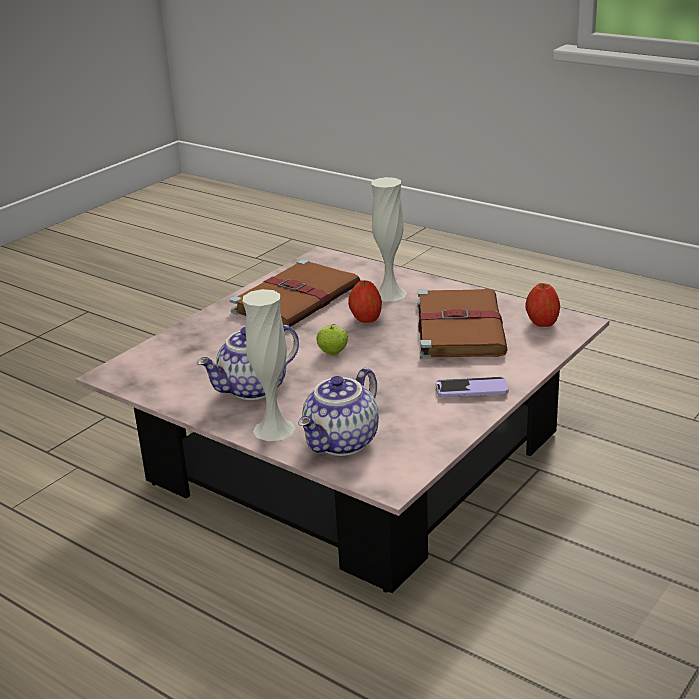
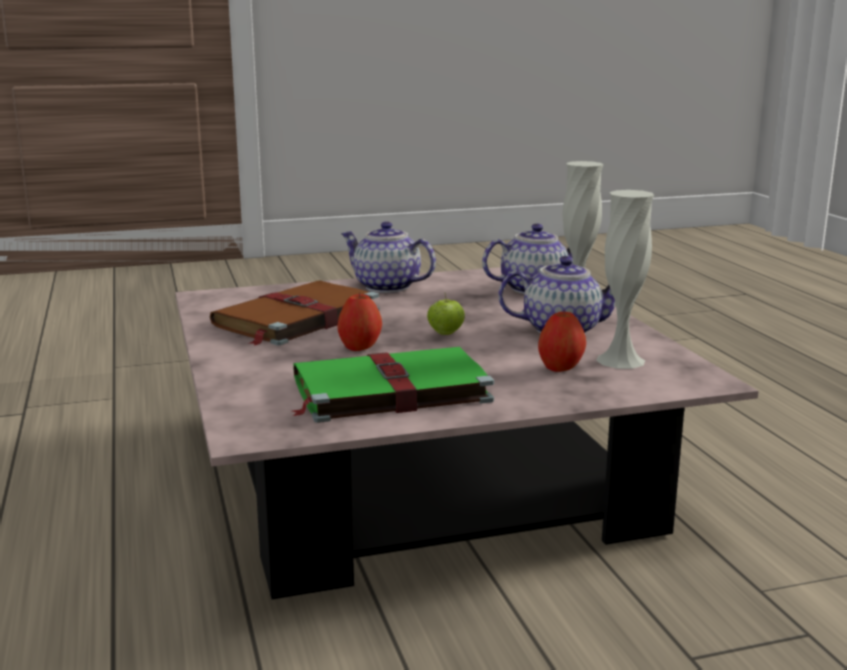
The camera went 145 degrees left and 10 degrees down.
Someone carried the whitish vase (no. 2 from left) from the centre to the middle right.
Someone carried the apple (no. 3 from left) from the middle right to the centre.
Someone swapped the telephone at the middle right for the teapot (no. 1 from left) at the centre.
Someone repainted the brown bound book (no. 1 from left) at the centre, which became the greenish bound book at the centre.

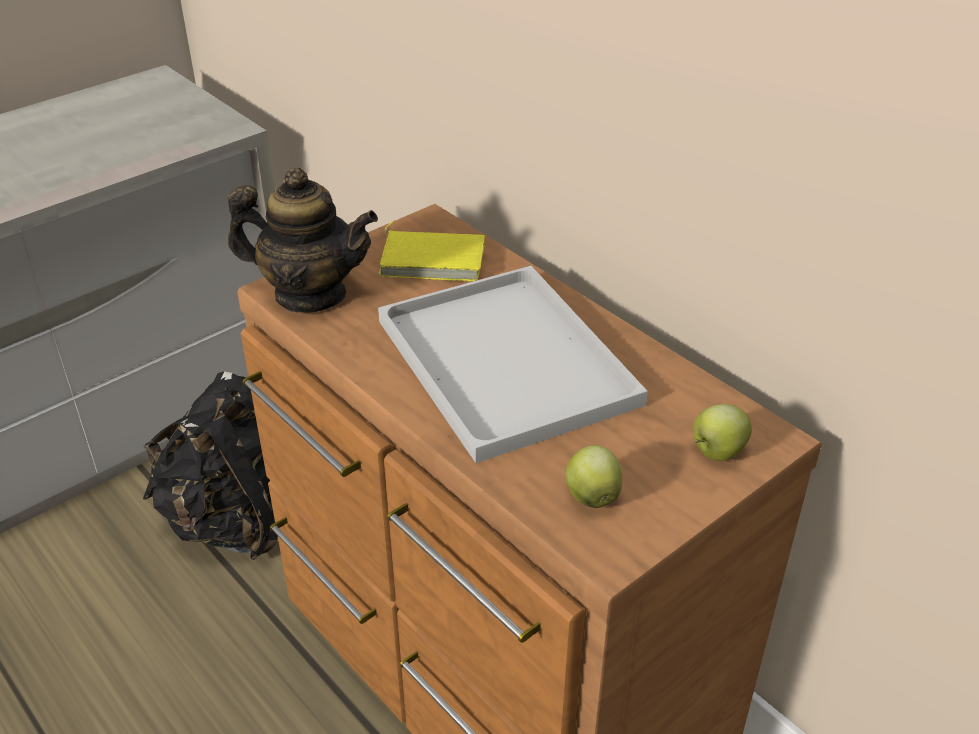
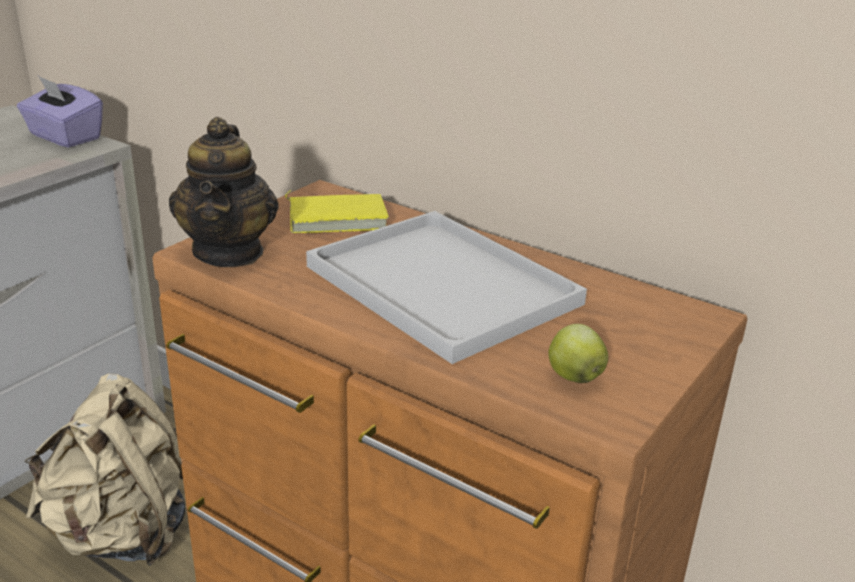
The camera went 15 degrees left and 10 degrees down.
Someone took away the apple (no. 2 from left) at the middle right.
Someone put down the purple-coloured box of tissues at the top left.
Someone repainted the blackish backpack at the middle left, which became the beige-coloured backpack at the bottom left.
Someone rotated the teapot at the top left by 90 degrees clockwise.

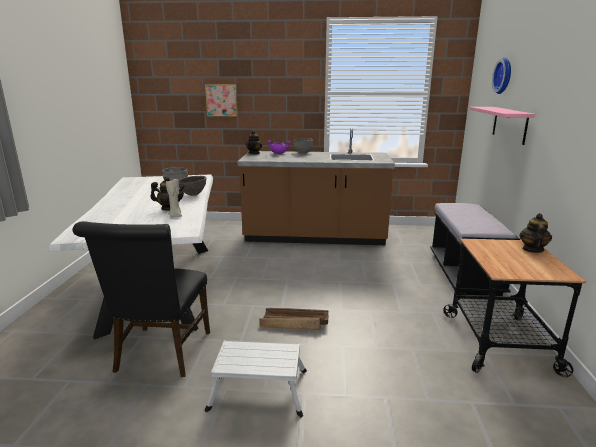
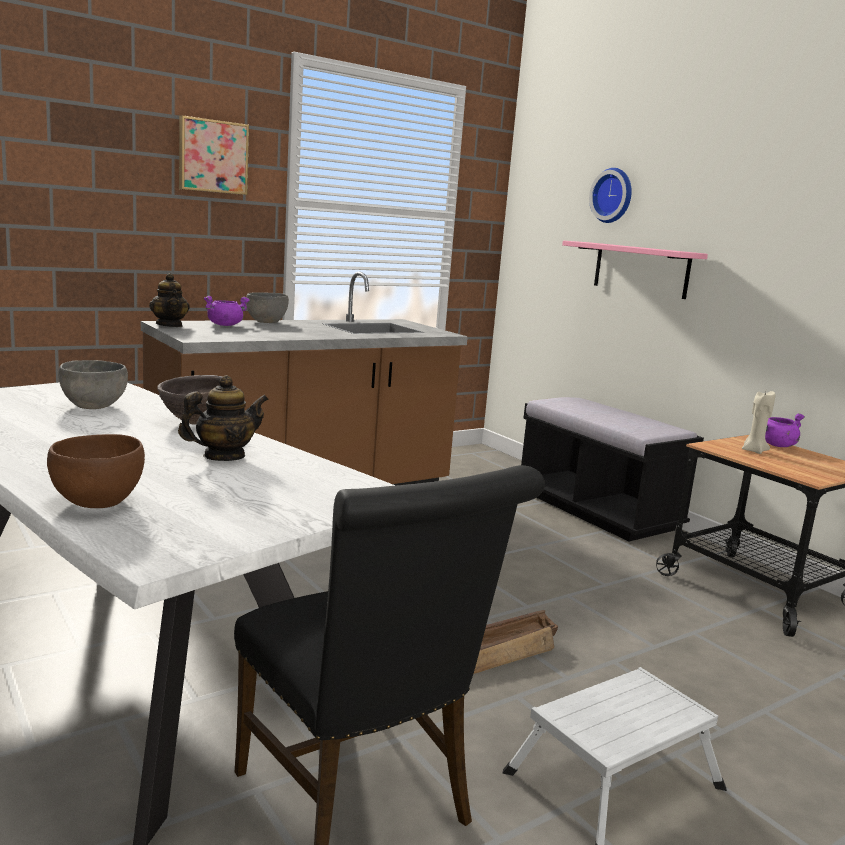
The camera went 40 degrees left and 5 degrees down.
Someone put down the brown deep dish (no. 1 from left) at the middle left.
Someone carried the beige-coloured wax light from the middle left to the middle right.
Someone carried the wall picture from the top centre to the top left.
Someone swapped the teapot (no. 3 from left) at the middle right for the purple-coloured stockpot (no. 2 from left) at the middle right.

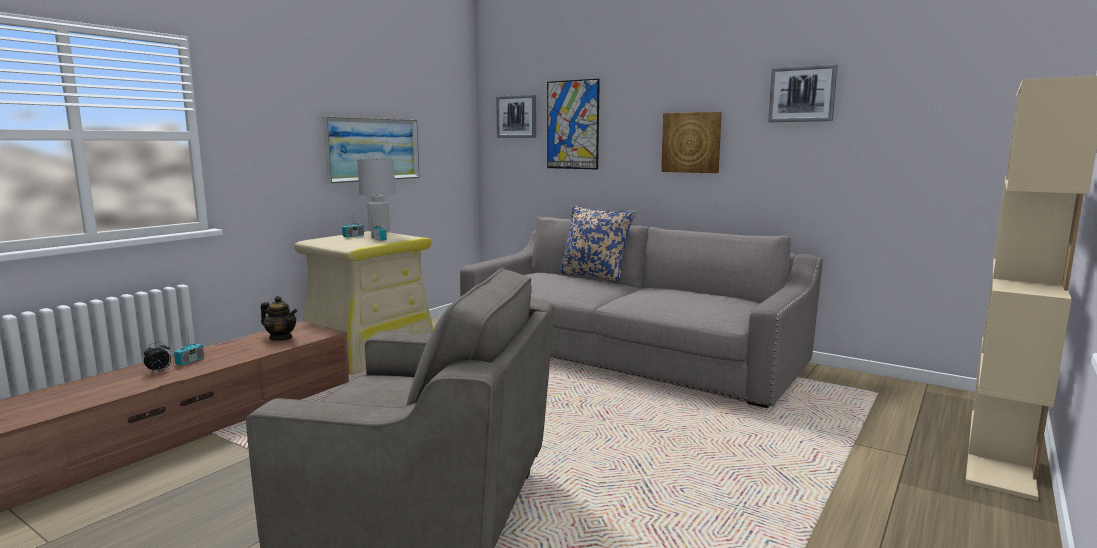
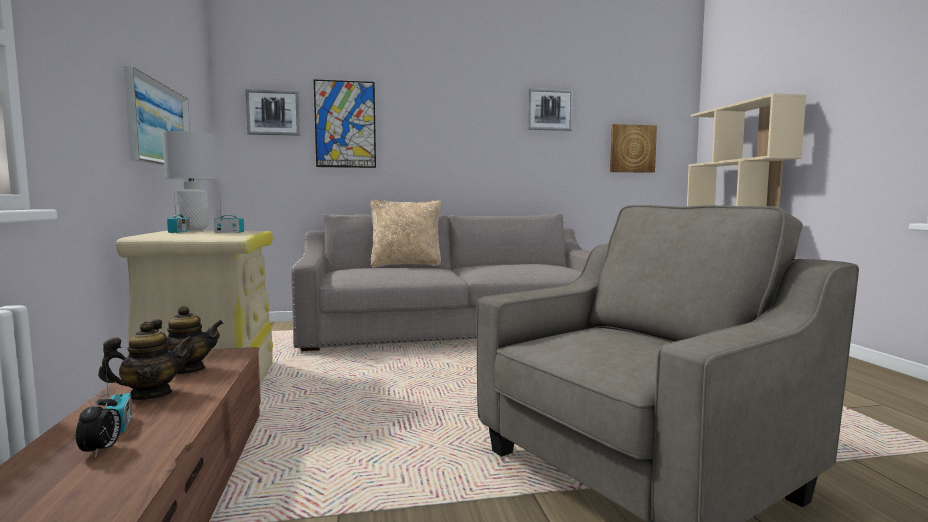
The camera went 45 degrees left and 5 degrees down.
Someone put down the teapot (no. 1 from left) at the bottom left.
Someone carried the wall picture (no. 4 from left in the first image) from the top centre to the top right.
Someone repainted the blue-coloured pillow at the centre, which became the beige-coloured pillow at the centre.

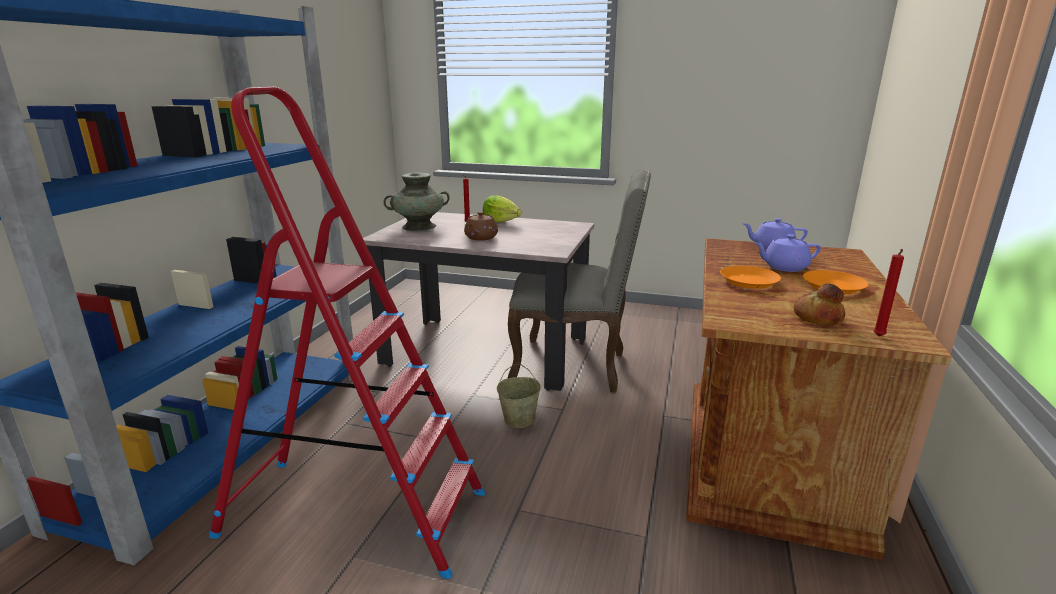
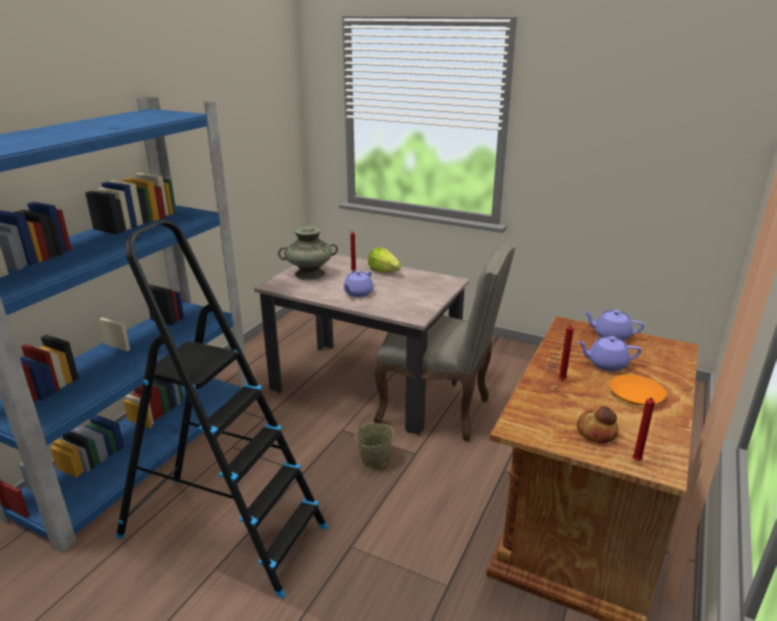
The camera went 10 degrees right and 5 degrees up.
Someone swapped the orange flat dish (no. 1 from left) at the middle right for the reddish wax light (no. 2 from left) at the middle right.
Someone repainted the reddish step ladder at the middle left, which became the blackish step ladder at the middle left.
Someone repainted the brown teapot at the centre, which became the purple-coloured teapot (no. 1 from left) at the centre.

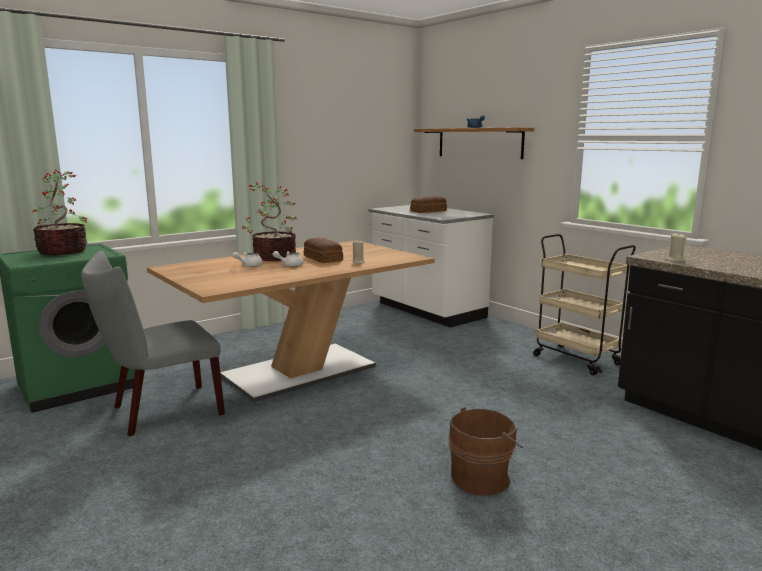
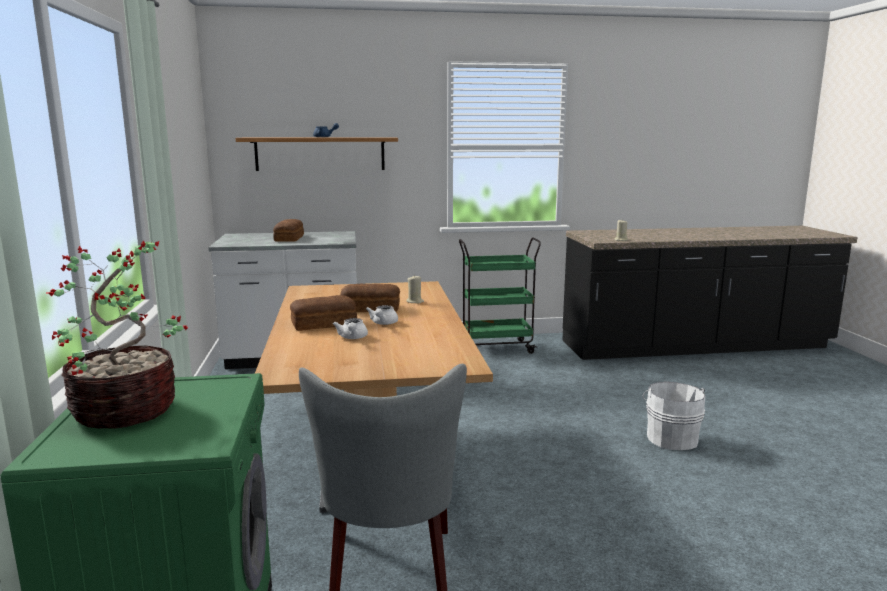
The camera went 60 degrees left and 0 degrees up.
Someone swapped the potted plant (no. 2 from left) at the centre for the bread (no. 2 from left) at the centre.
Someone repainted the brown bucket at the bottom centre, which became the whitish bucket at the bottom right.
Someone repainted the beige-coloured trolley at the middle right, which became the greenish trolley at the centre.

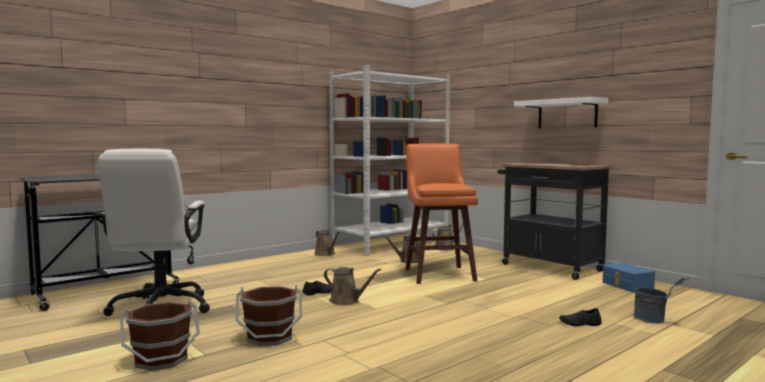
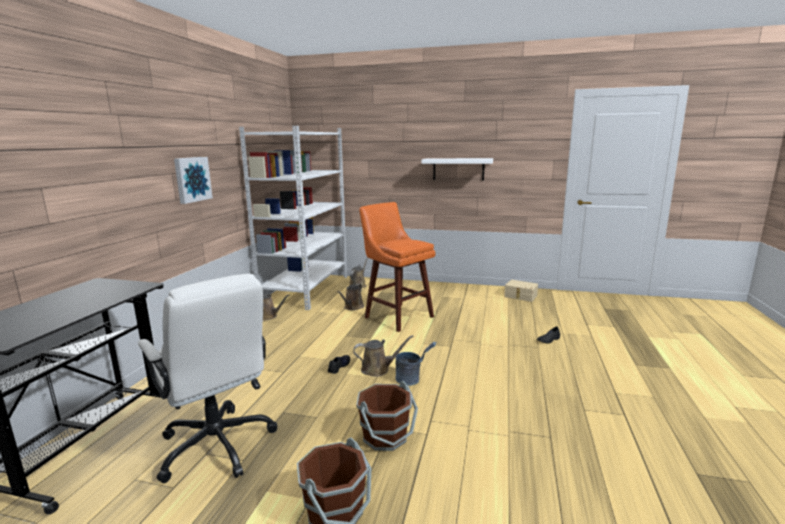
The camera went 35 degrees left and 10 degrees up.
Someone took away the blackish trolley at the middle right.
Someone put up the wall picture at the middle left.
Someone carried the greyish bucket from the bottom right to the bottom centre.
Someone repainted the blue-coloured storage container at the bottom right, which became the beige-coloured storage container at the centre.

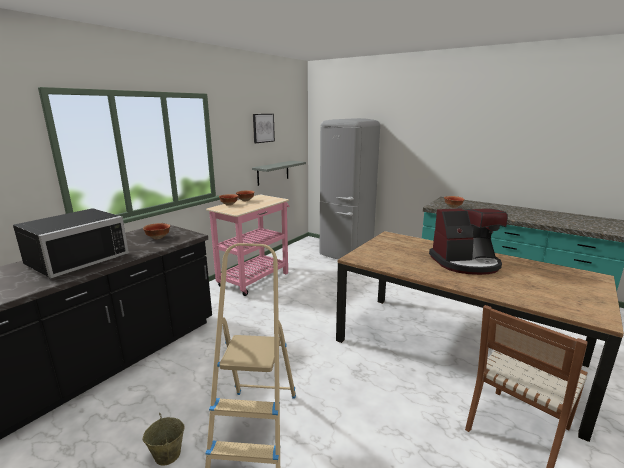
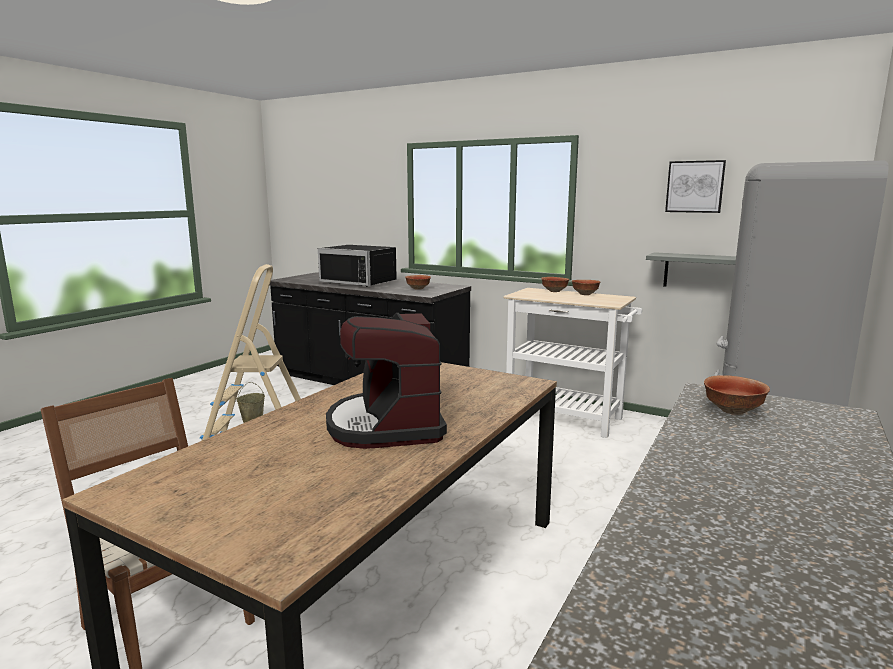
The camera went 85 degrees right and 5 degrees down.
Someone repainted the pink trolley at the centre, which became the whitish trolley at the centre.

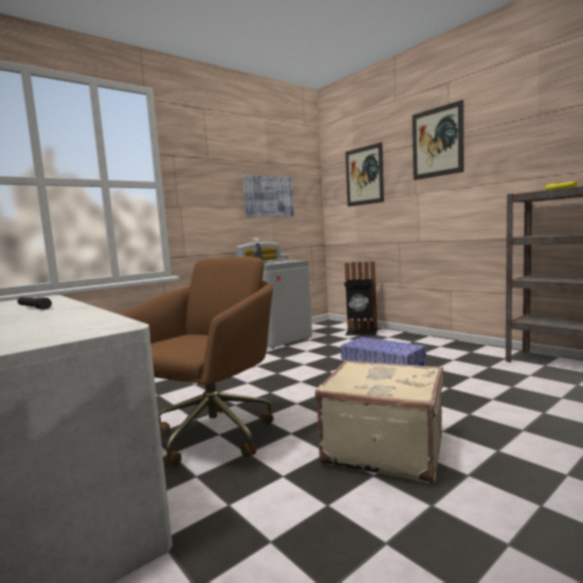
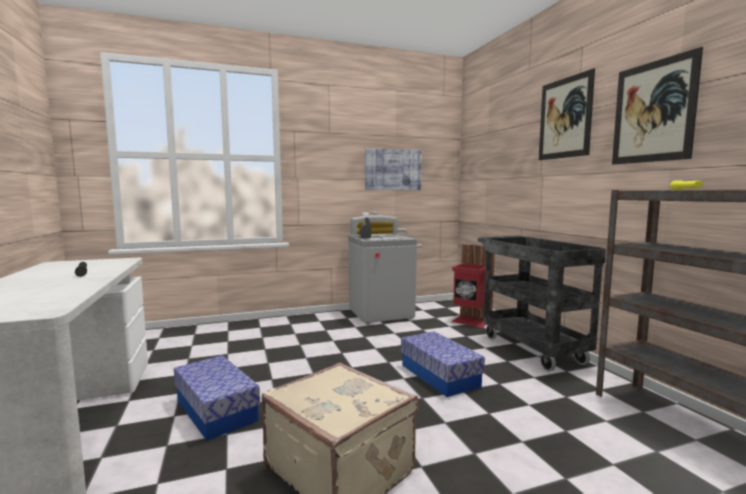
The camera went 20 degrees right and 0 degrees up.
Someone put down the blackish trolley at the middle right.
Someone carried the wall picture (no. 2 from left in the first image) from the top centre to the top right.
Someone swapped the brown office chair at the centre for the storage container (no. 1 from left) at the bottom left.
Someone repainted the blackish trash can at the centre, which became the reddish trash can at the centre.

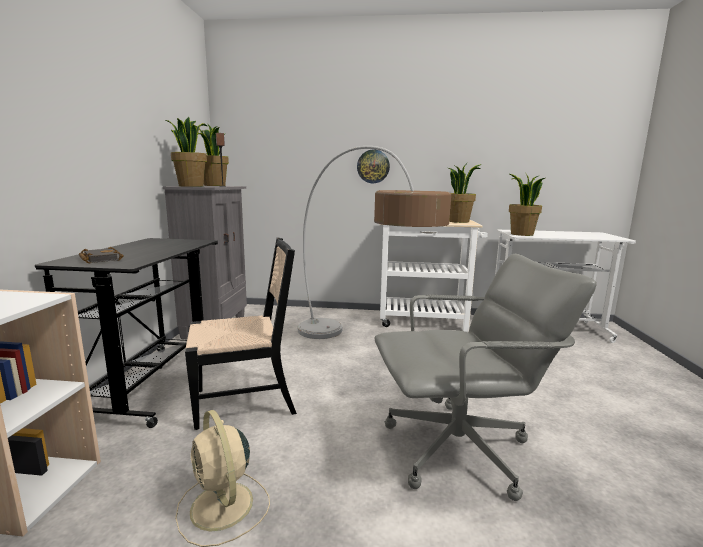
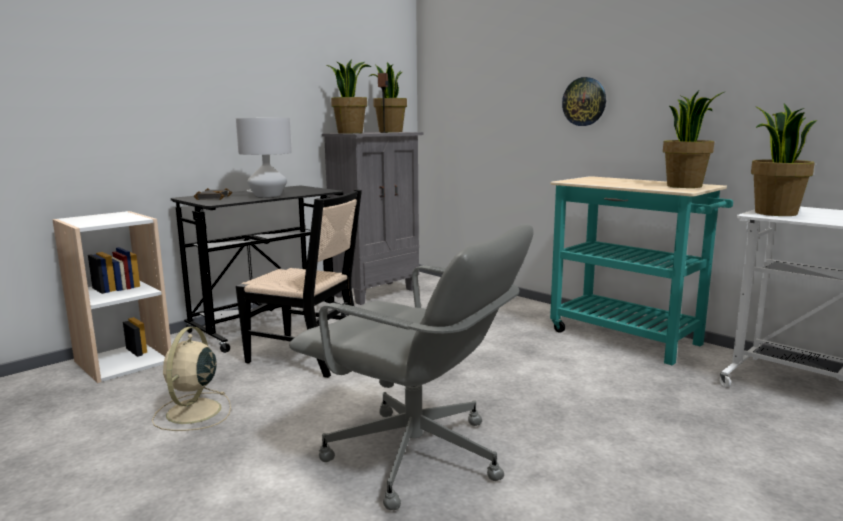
The camera went 40 degrees right and 0 degrees up.
Someone took away the floor lamp at the centre.
Someone put down the greyish lamp for a table at the top left.
Someone repainted the whitish trolley at the centre, which became the turquoise-coloured trolley at the middle right.

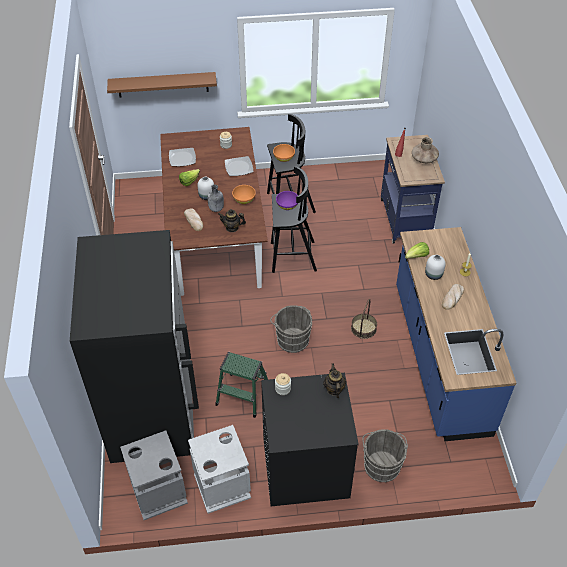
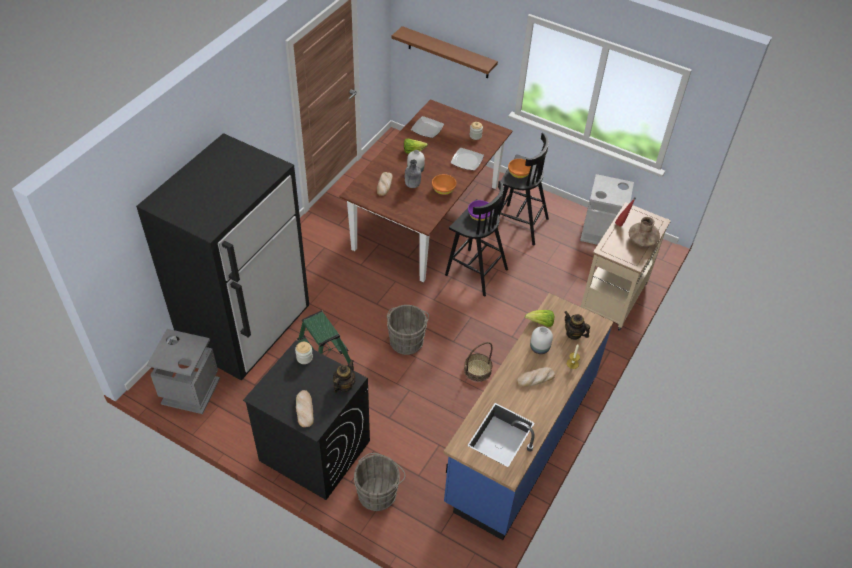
The camera went 35 degrees right and 0 degrees up.
Someone put down the bread (no. 1 from left) at the bottom centre.
Someone carried the greyish trash can (no. 2 from left) from the bottom centre to the middle right.
Someone carried the teapot (no. 1 from left in the first image) from the centre to the middle right.
Someone repainted the blue-coloured trolley at the middle right, which became the beige-coloured trolley at the middle right.

